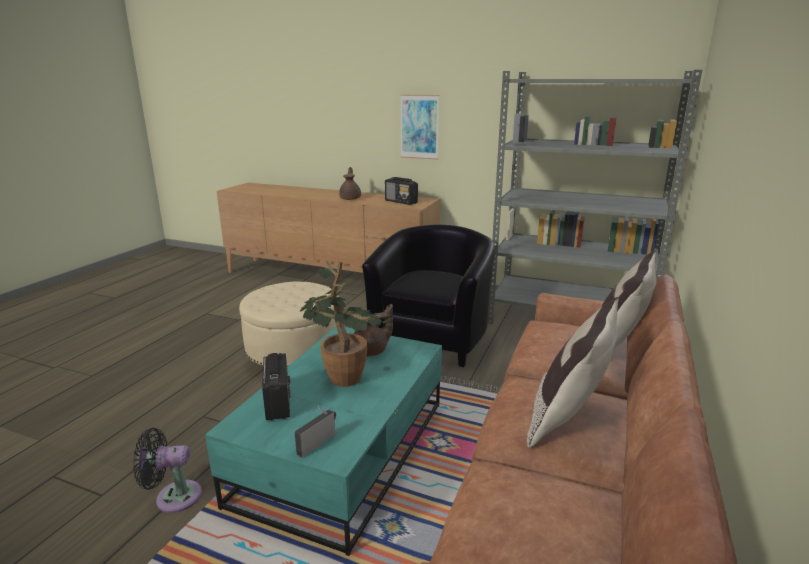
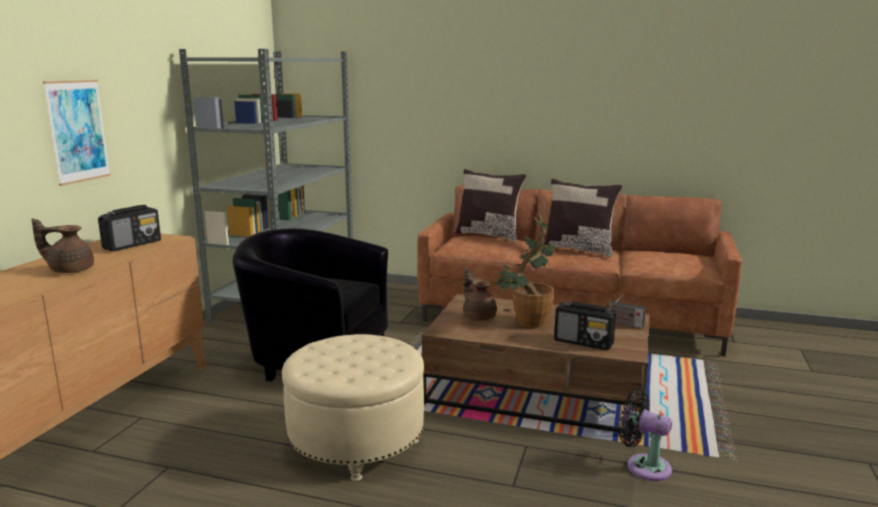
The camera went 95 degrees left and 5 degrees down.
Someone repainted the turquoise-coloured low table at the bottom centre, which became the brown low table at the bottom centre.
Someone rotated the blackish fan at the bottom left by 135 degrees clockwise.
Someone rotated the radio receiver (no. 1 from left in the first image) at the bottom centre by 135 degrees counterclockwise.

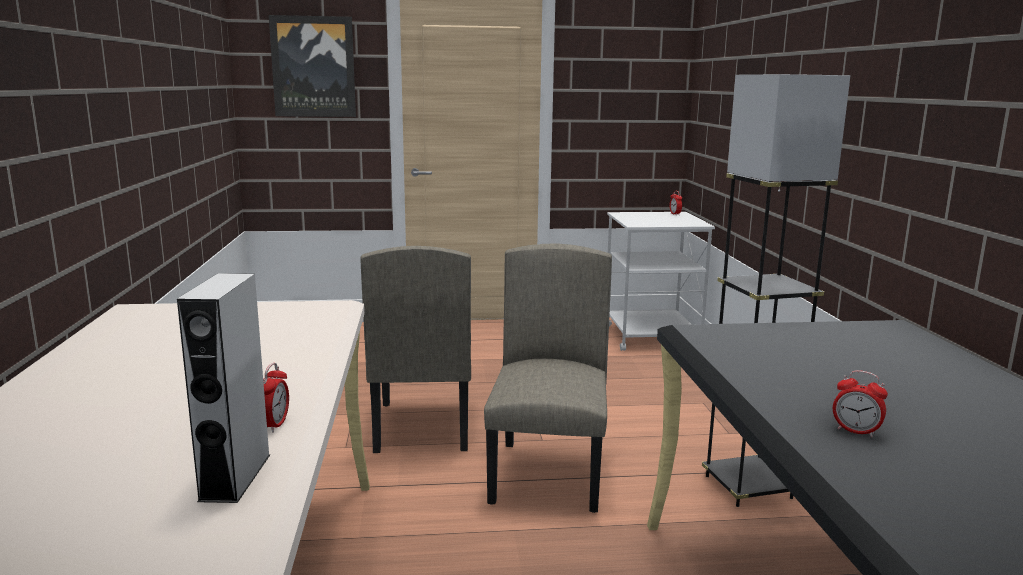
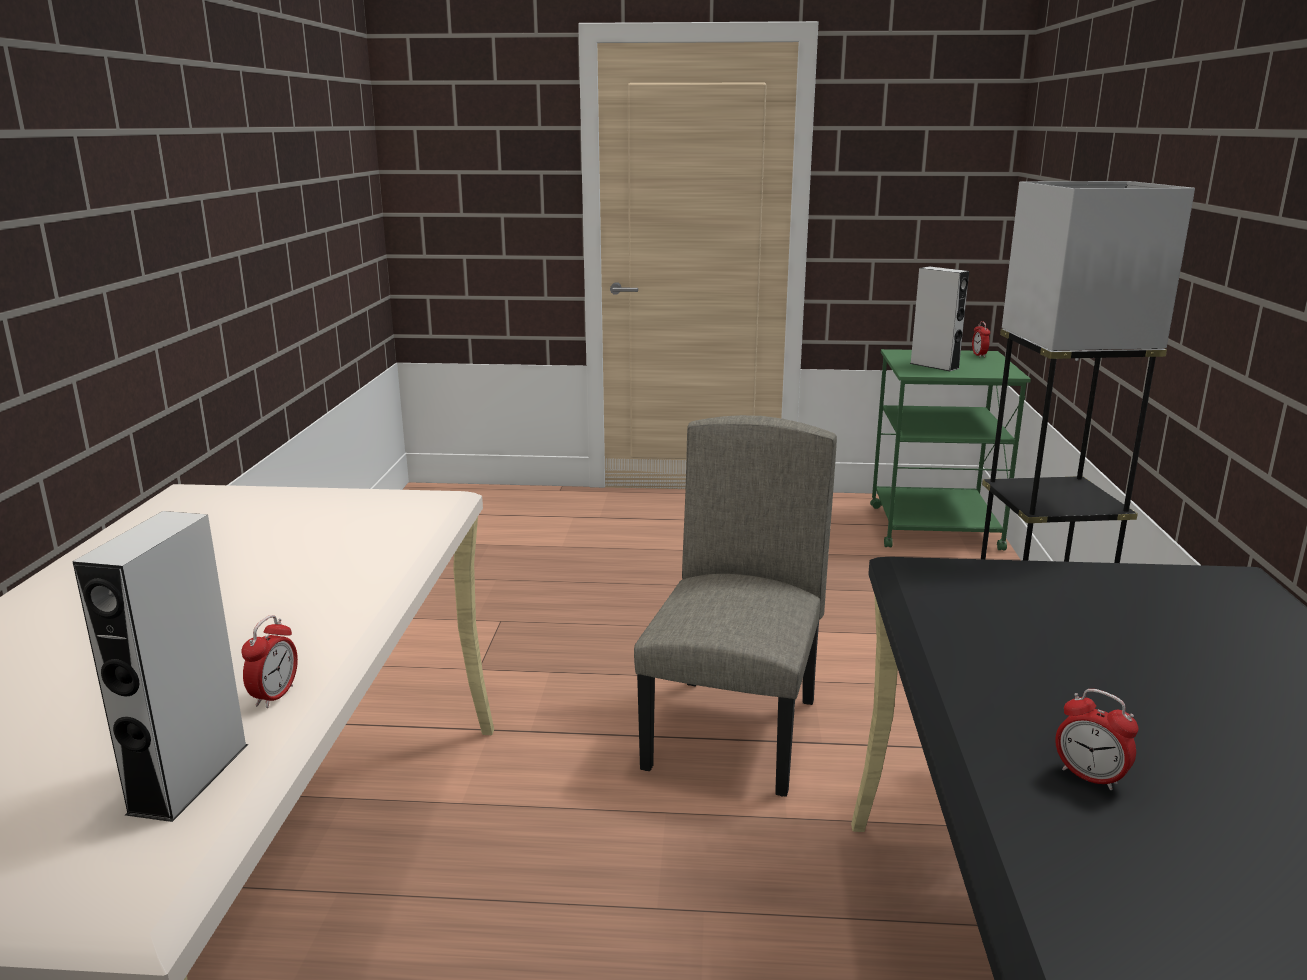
The camera went 10 degrees right and 5 degrees up.
Someone took away the wall picture at the top left.
Someone took away the beige-coloured chair (no. 1 from left) at the centre.
Someone put down the greyish speaker (no. 2 from left) at the top right.
Someone repainted the whitish trolley at the centre, which became the greenish trolley at the middle right.

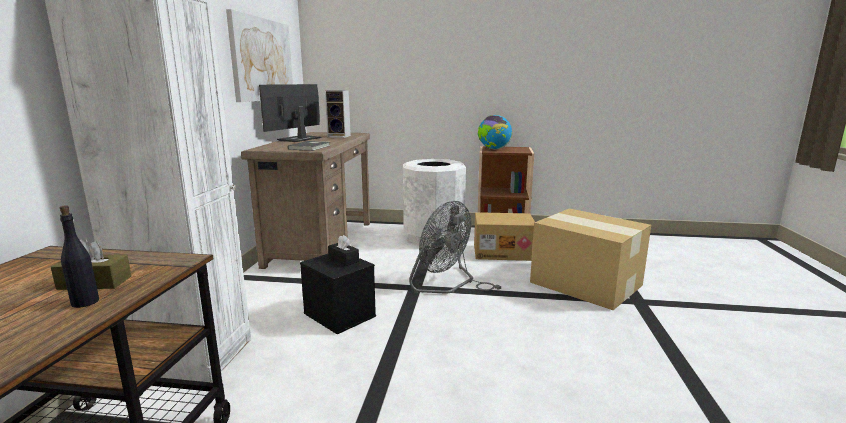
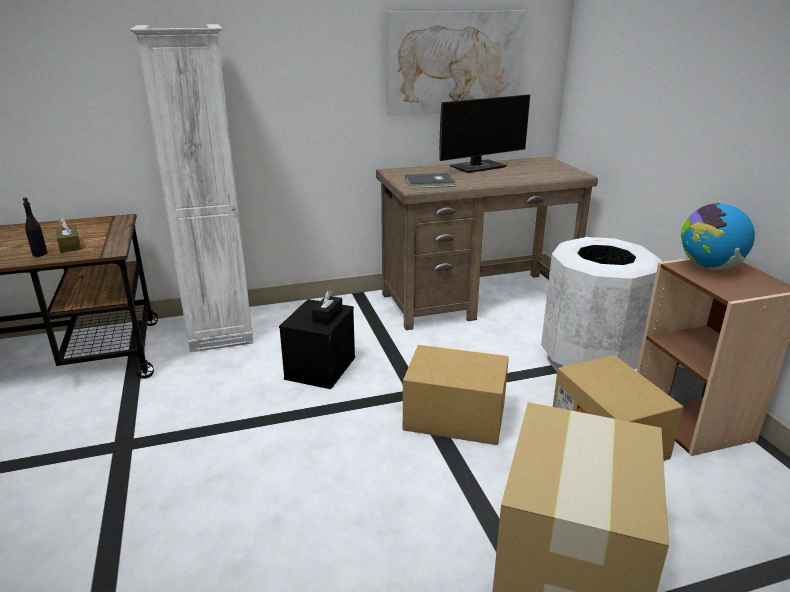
The camera went 65 degrees right and 10 degrees up.
Someone took away the speaker at the top centre.
Someone swapped the greyish fan at the centre for the carton (no. 1 from left) at the bottom centre.
Someone rotated the computer display at the top centre by 150 degrees clockwise.

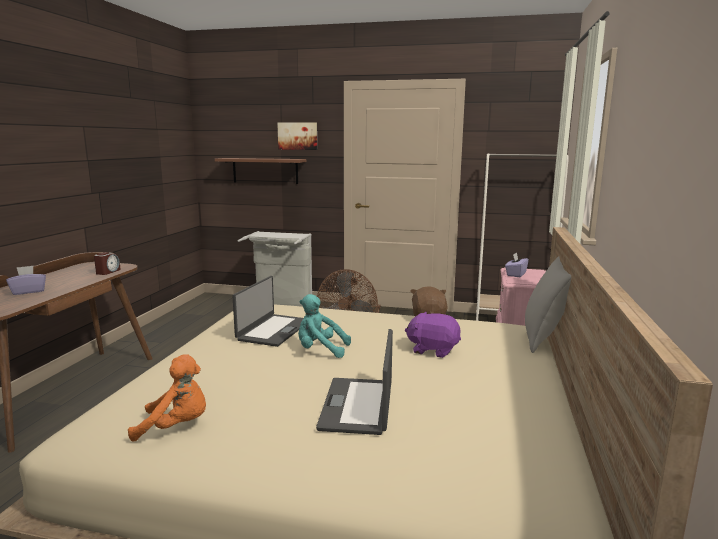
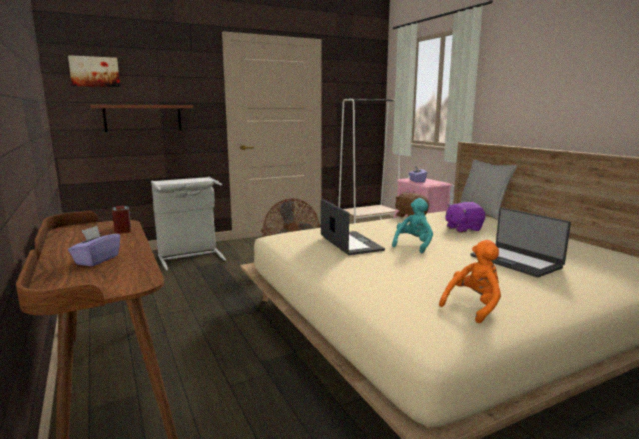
The camera went 40 degrees left and 0 degrees up.
Someone carried the wall picture from the top centre to the top left.
Someone rotated the turquoise-coloured soft toy at the centre by 150 degrees clockwise.

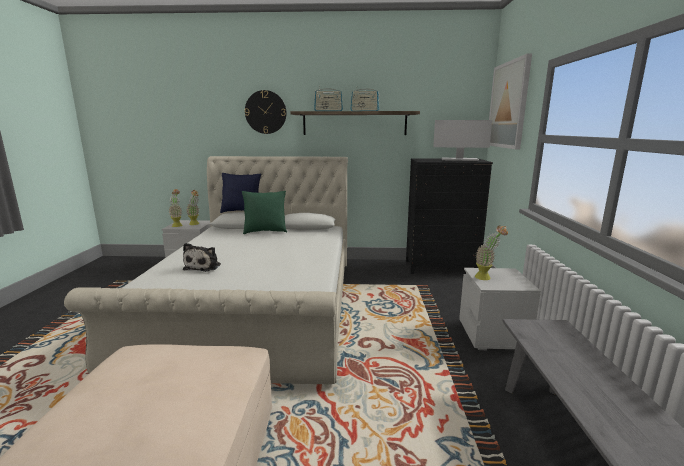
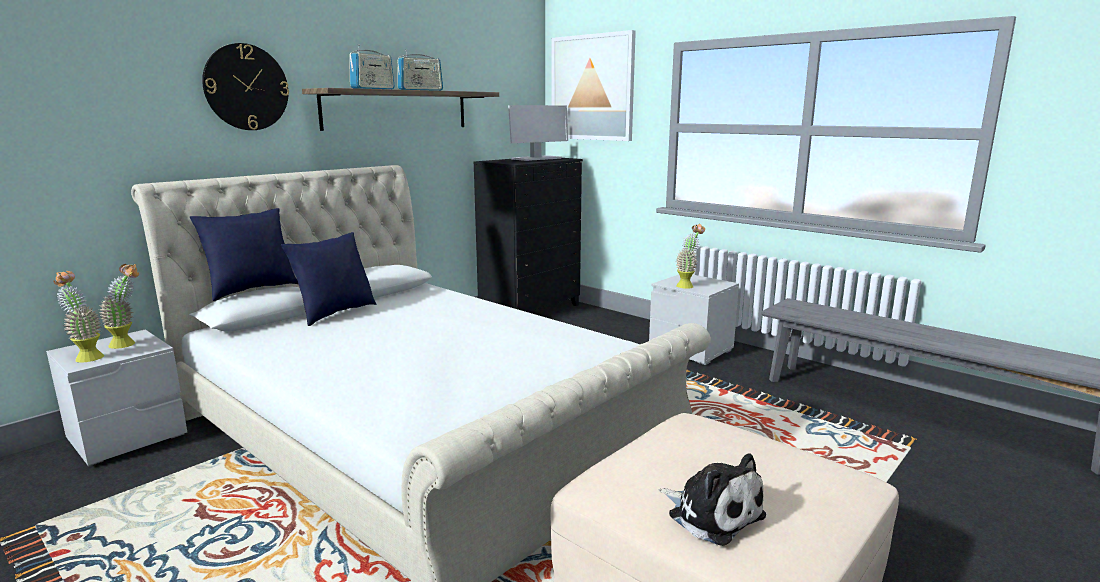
The camera went 50 degrees left and 0 degrees up.
Someone carried the soft toy from the middle left to the bottom centre.
Someone repainted the greenish pillow at the centre, which became the blue-coloured pillow (no. 2 from left) at the middle left.

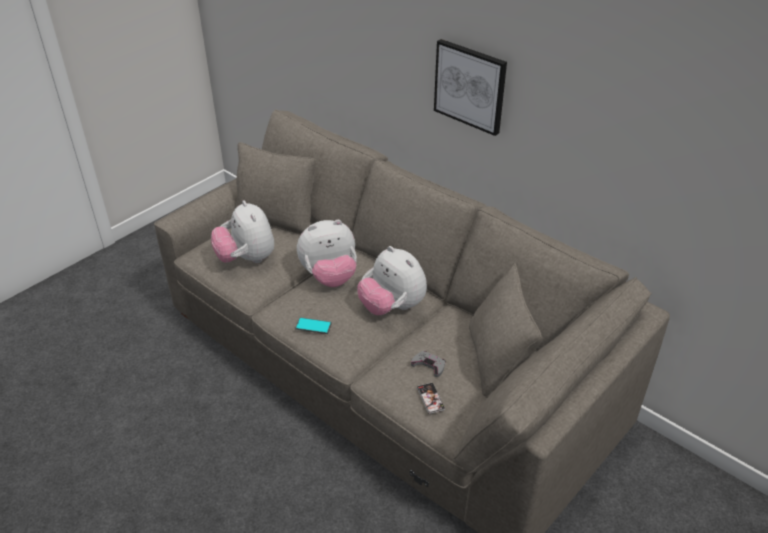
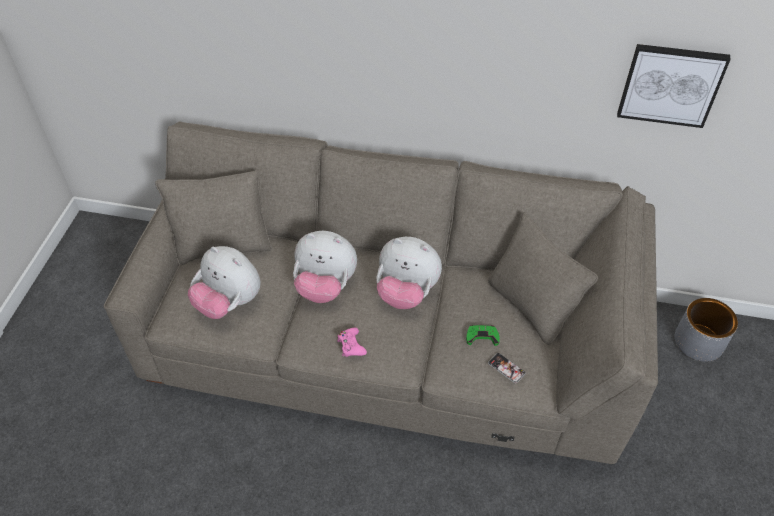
The camera went 30 degrees left and 10 degrees up.
Someone put down the greyish flower pot at the middle right.
Someone carried the wall picture from the top centre to the top right.
Someone swapped the telephone (no. 1 from left) at the centre for the pink game controller at the centre.
Someone repainted the greyish game controller at the bottom centre, which became the greenish game controller at the centre.
Someone rotated the soft toy (no. 2 from left) at the centre by 60 degrees clockwise.

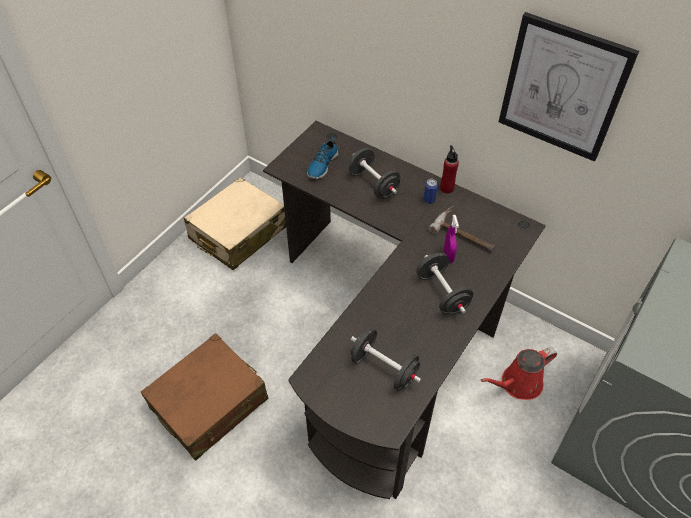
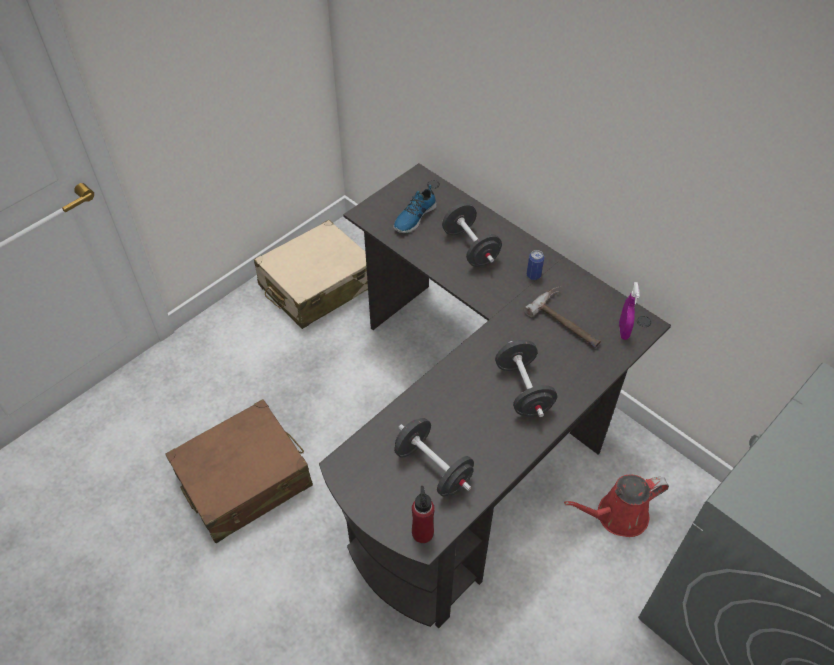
The camera went 10 degrees right and 0 degrees up.
Someone took away the wall picture at the top right.
Someone carried the reddish bottle from the top centre to the bottom centre.
Someone carried the purple-coloured spray bottle from the centre to the middle right.

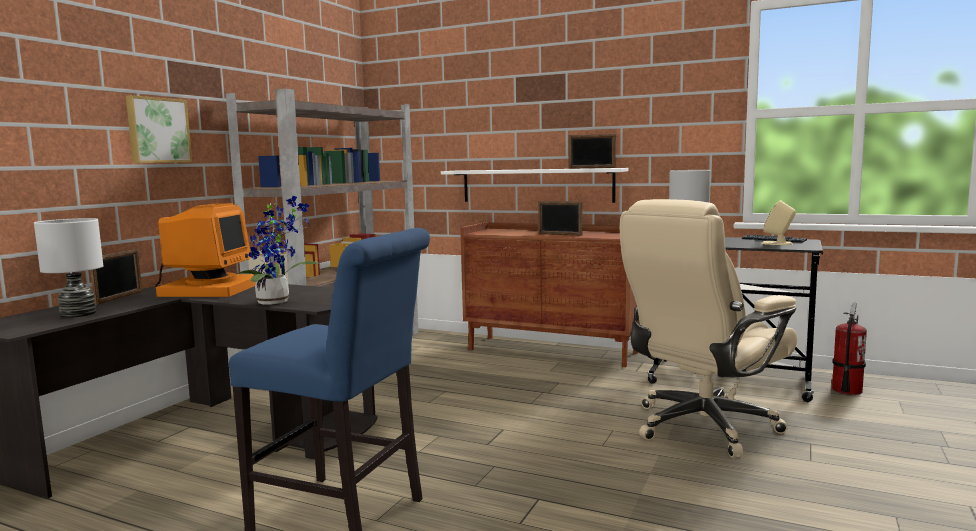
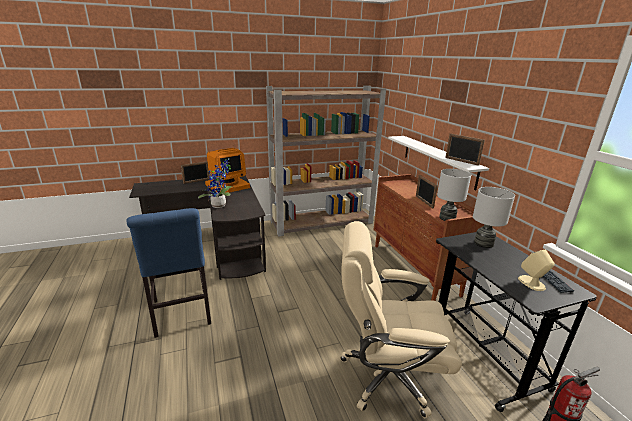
The camera went 45 degrees right and 15 degrees up.
Someone took away the wall picture at the top left.
Someone carried the greyish lamp for a table (no. 1 from left) from the middle left to the middle right.

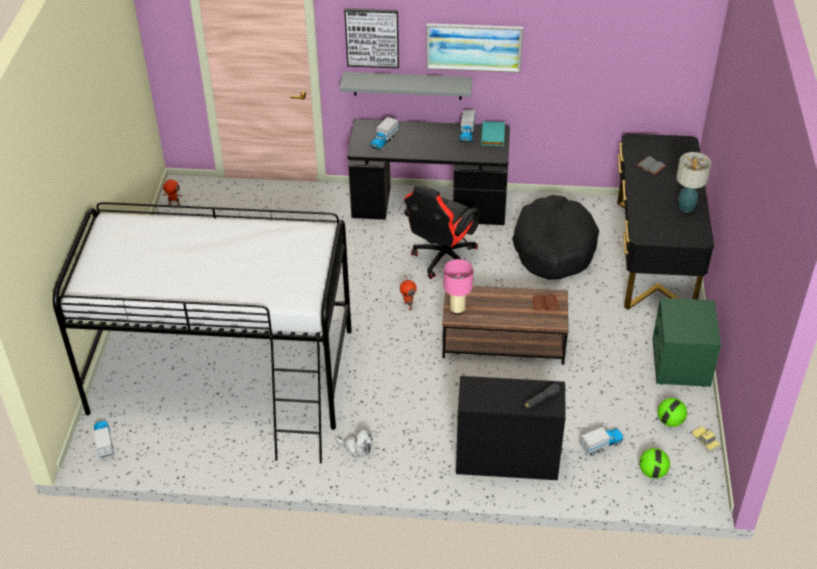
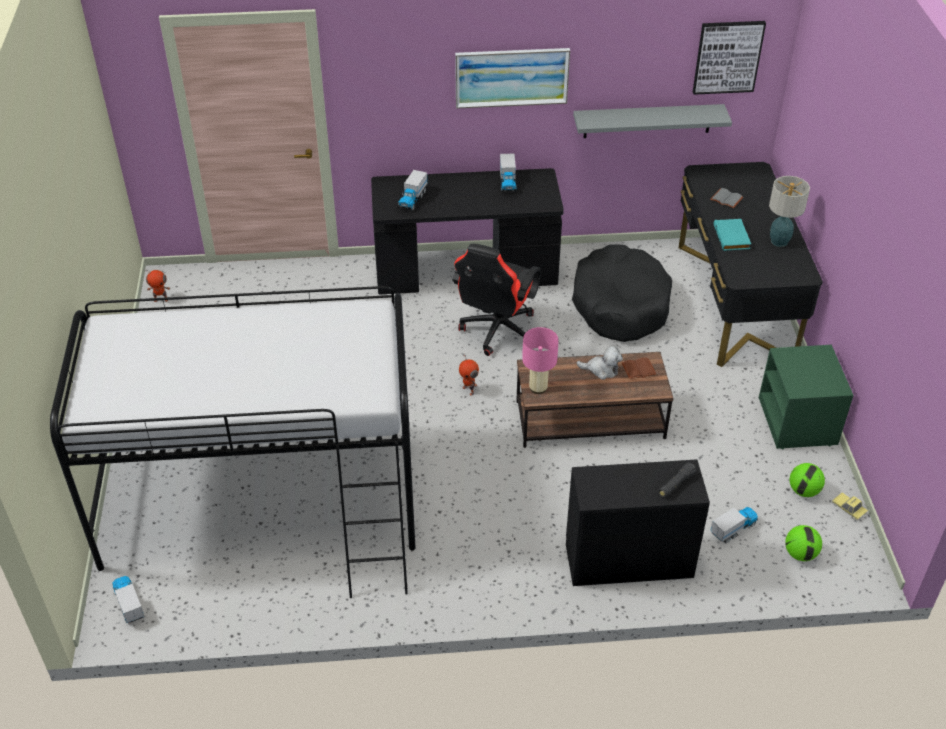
The camera went 10 degrees left and 0 degrees up.
Someone carried the soft toy from the bottom centre to the centre.
Someone carried the greyish wall shelf from the top centre to the top right.
Someone carried the wall picture (no. 1 from left in the first image) from the top centre to the top right.
Someone carried the turquoise-coloured bound book from the top centre to the top right.

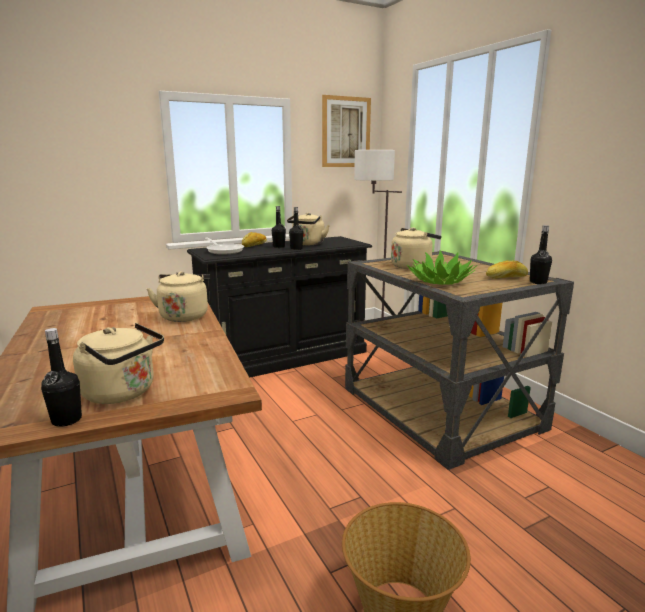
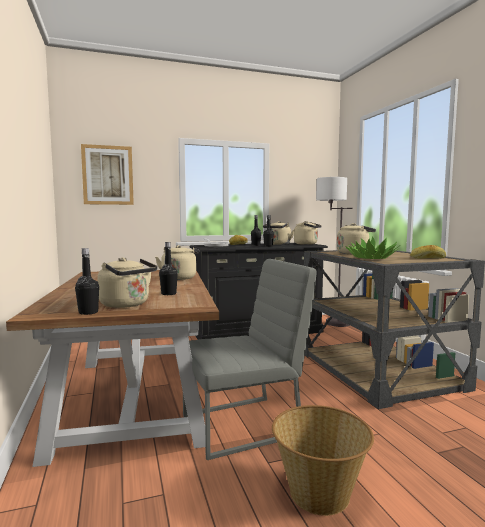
The camera went 10 degrees right and 10 degrees down.
Someone put down the greyish chair at the bottom centre.
Someone put down the beige-coloured tea kettle (no. 4 from left) at the centre.
Someone carried the wall picture from the top centre to the top left.
Someone carried the blackish bottle (no. 4 from left in the first image) from the middle right to the centre.

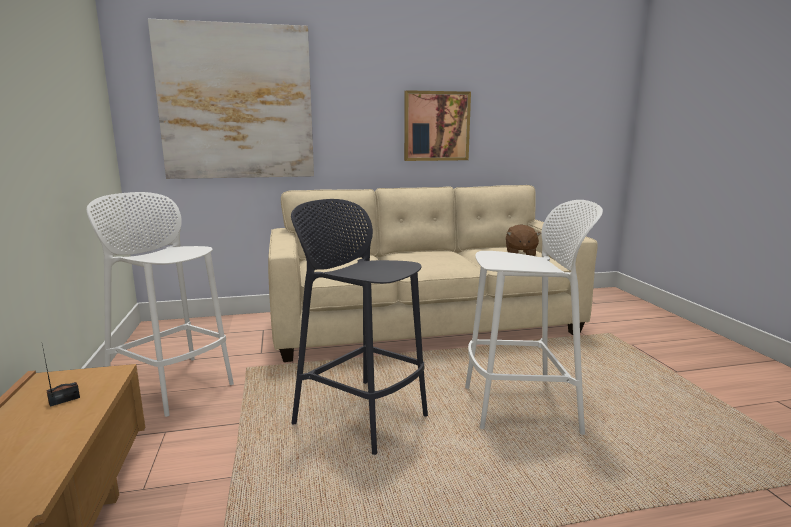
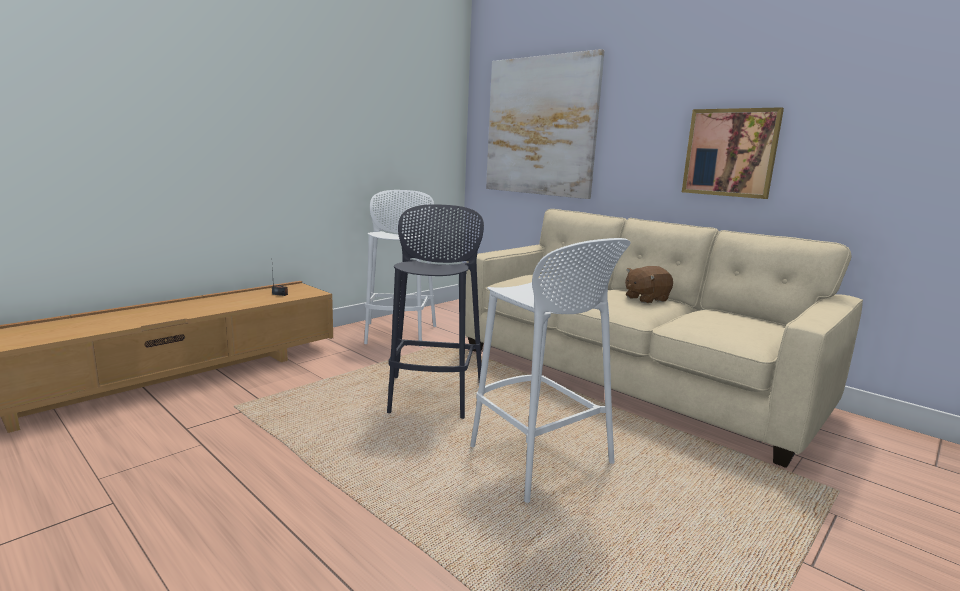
The camera went 55 degrees right and 0 degrees up.
Someone carried the brown soft toy from the centre to the middle right.

